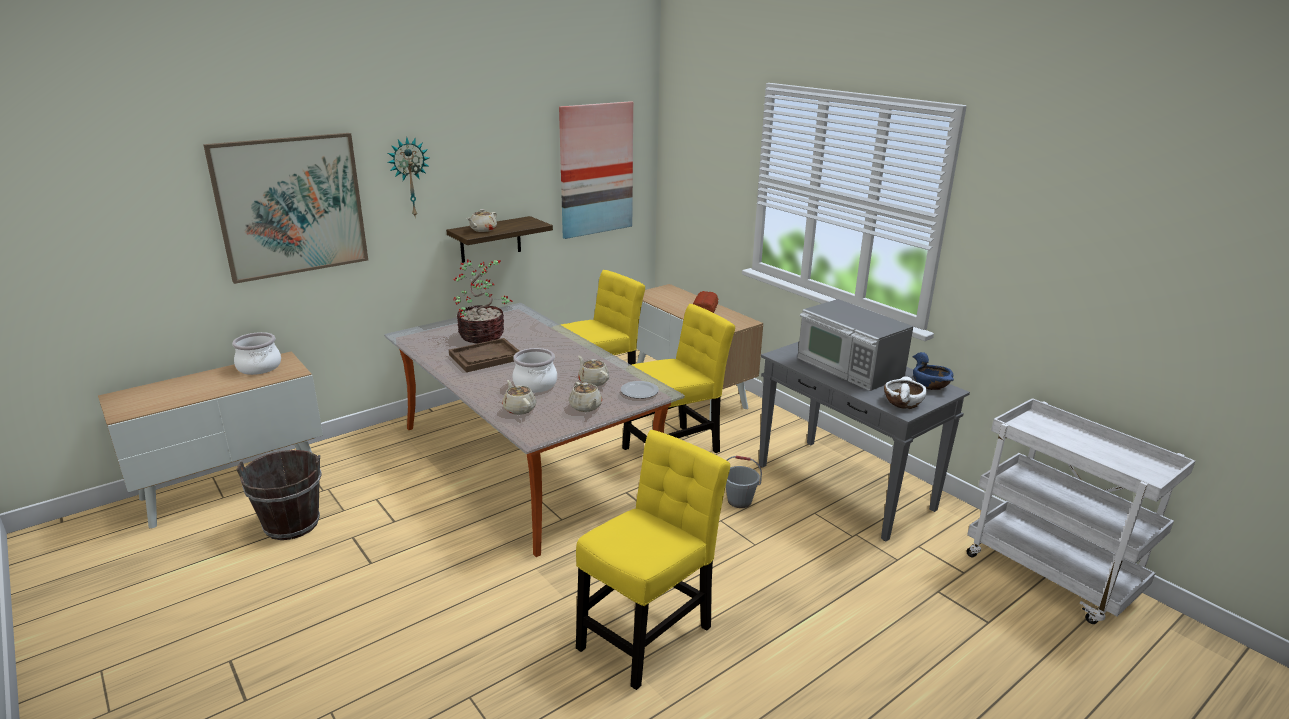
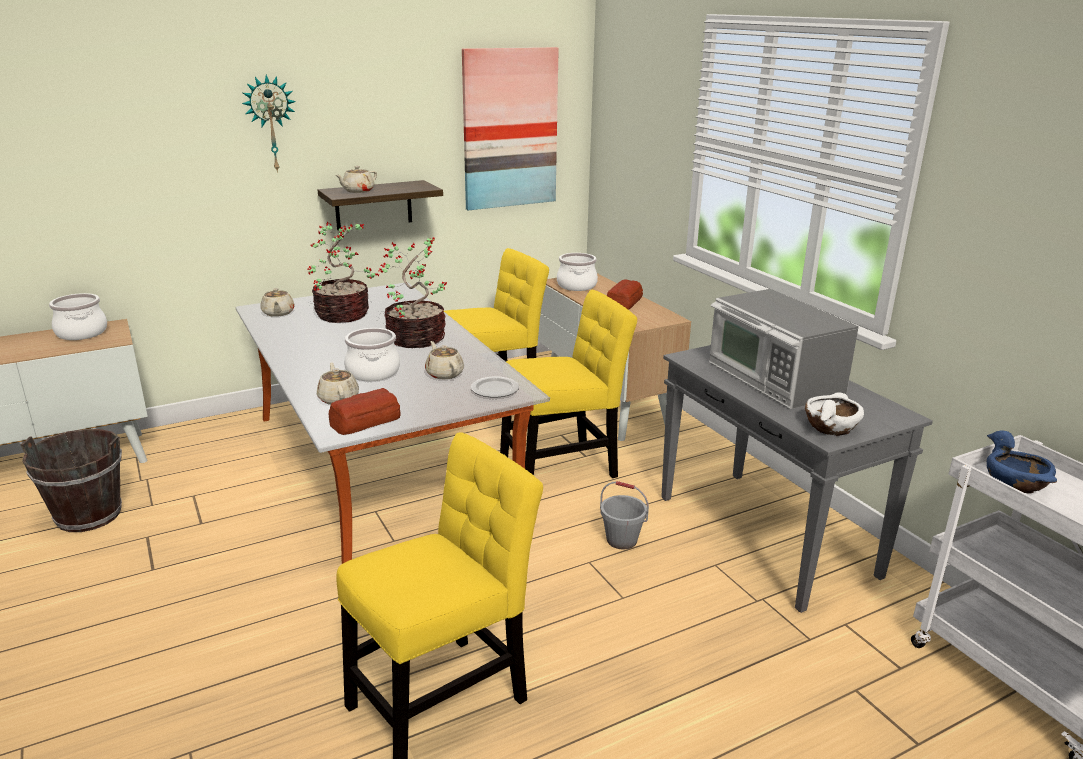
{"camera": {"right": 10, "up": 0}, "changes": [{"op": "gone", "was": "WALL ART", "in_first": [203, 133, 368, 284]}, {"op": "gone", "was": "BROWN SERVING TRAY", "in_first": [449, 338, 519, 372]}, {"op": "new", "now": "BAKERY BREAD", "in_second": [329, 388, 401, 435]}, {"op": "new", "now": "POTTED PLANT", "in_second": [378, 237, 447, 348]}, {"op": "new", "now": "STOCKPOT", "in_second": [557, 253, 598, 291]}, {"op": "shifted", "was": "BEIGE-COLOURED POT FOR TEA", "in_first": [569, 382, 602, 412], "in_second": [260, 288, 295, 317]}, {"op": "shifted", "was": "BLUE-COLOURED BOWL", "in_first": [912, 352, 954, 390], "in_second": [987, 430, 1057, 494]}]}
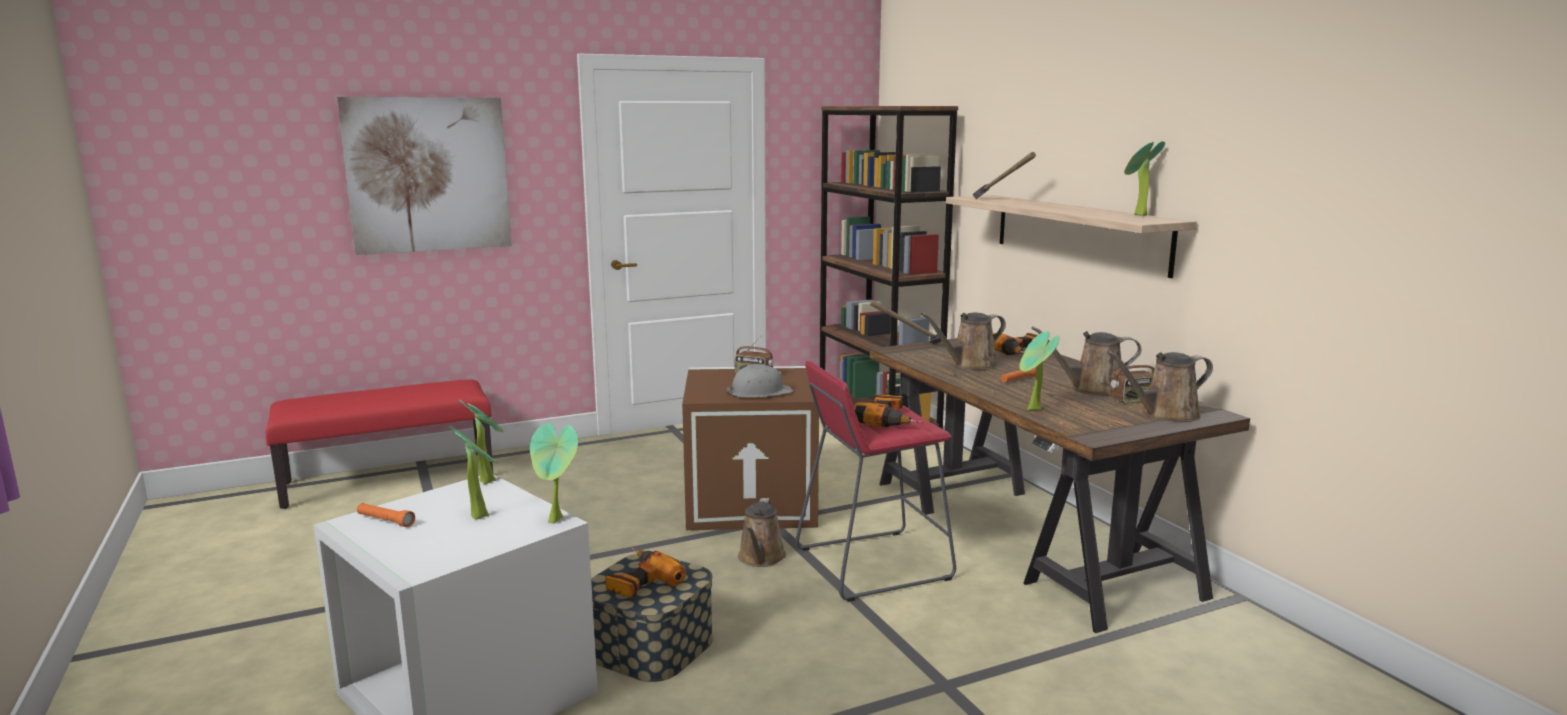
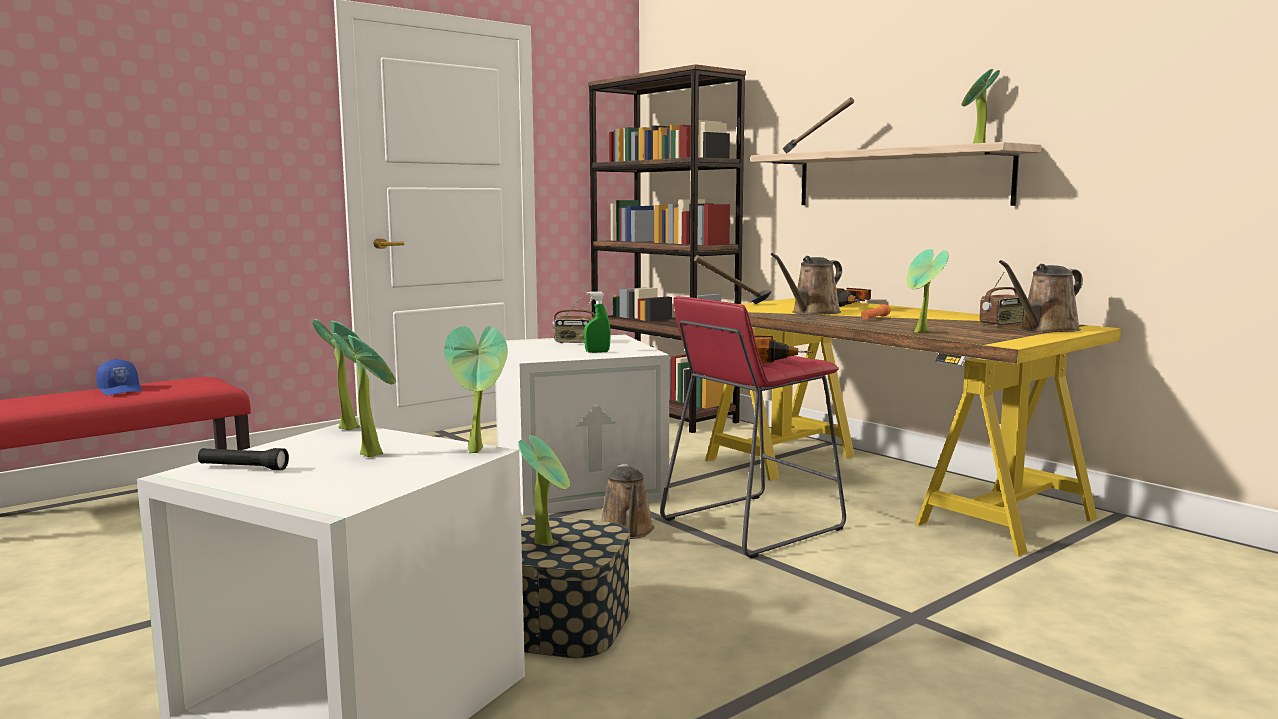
{"camera": {"right": -15, "up": -5}, "changes": [{"op": "gone", "was": "WALL ART", "in_first": [337, 97, 512, 255]}, {"op": "gone", "was": "BROWN SPRINKLING CAN", "in_first": [1031, 326, 1141, 396]}, {"op": "new", "now": "BLUE-COLOURED CAP", "in_second": [96, 359, 142, 395]}, {"op": "swapped", "was": "POWER DRILL", "now": "POTTED PLANT", "in_first": [605, 548, 686, 598], "in_second": [518, 435, 570, 545]}, {"op": "swapped", "was": "GREY SAFETY HELMET", "now": "GREEN HAND SPRAYER", "in_first": [727, 364, 793, 398], "in_second": [584, 292, 611, 353]}, {"op": "repainted", "was": "ORANGE-COLOURED HAND TORCH", "now": "BLACKISH HAND TORCH", "in_first": [357, 503, 415, 527], "in_second": [198, 448, 289, 470]}, {"op": "repainted", "was": "BROWN STORAGE BIN", "now": "WHITE STORAGE BIN", "in_first": [682, 366, 819, 530], "in_second": [495, 335, 669, 516]}, {"op": "repainted", "was": "BROWN DESK TABLE", "now": "YELLOWISH DESK TABLE", "in_first": [869, 338, 1250, 633], "in_second": [705, 298, 1121, 556]}]}
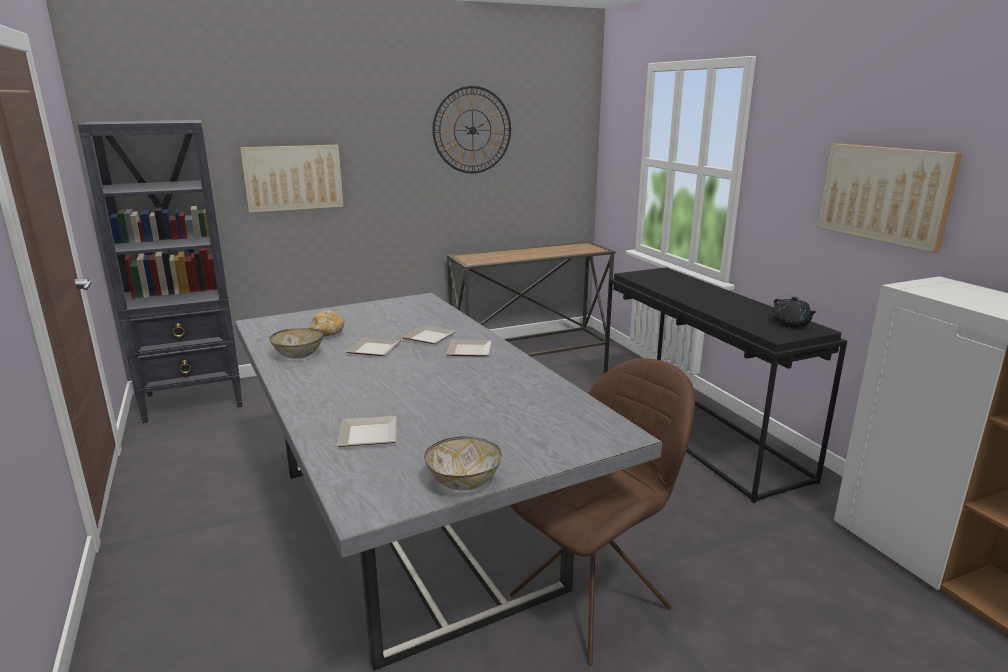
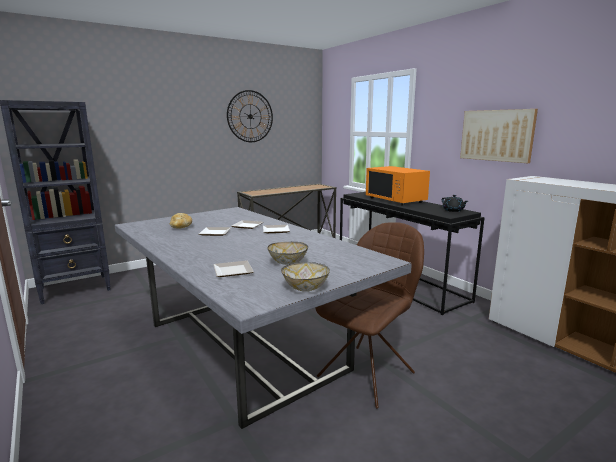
{"camera": {"right": -10, "up": -5}, "changes": [{"op": "gone", "was": "WALL ART", "in_first": [240, 145, 344, 213]}, {"op": "new", "now": "ORANGE-COLOURED KITCHEN MICROWAVE", "in_second": [366, 166, 430, 206]}, {"op": "shifted", "was": "BOWL", "in_first": [269, 328, 324, 359], "in_second": [268, 242, 308, 265]}]}
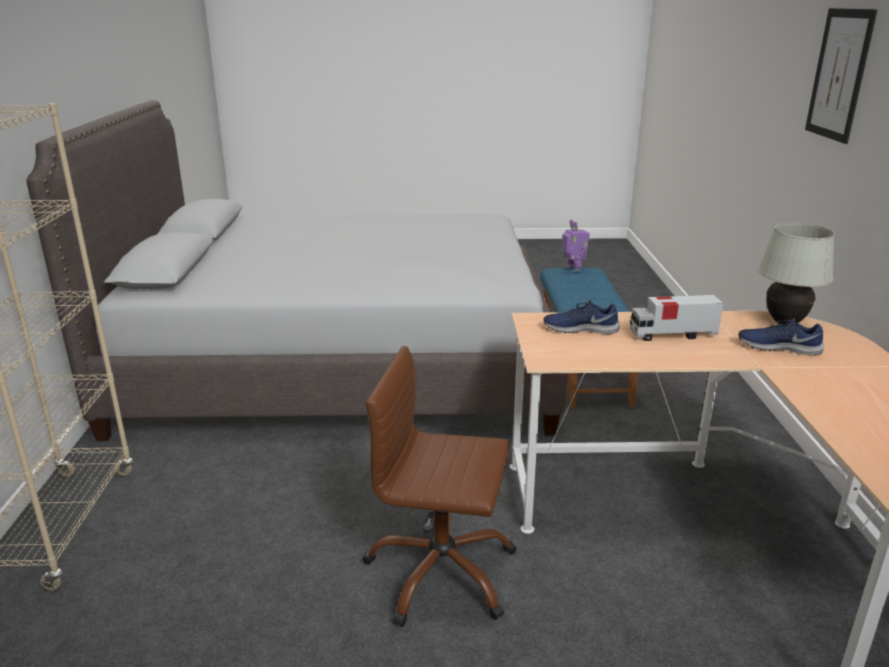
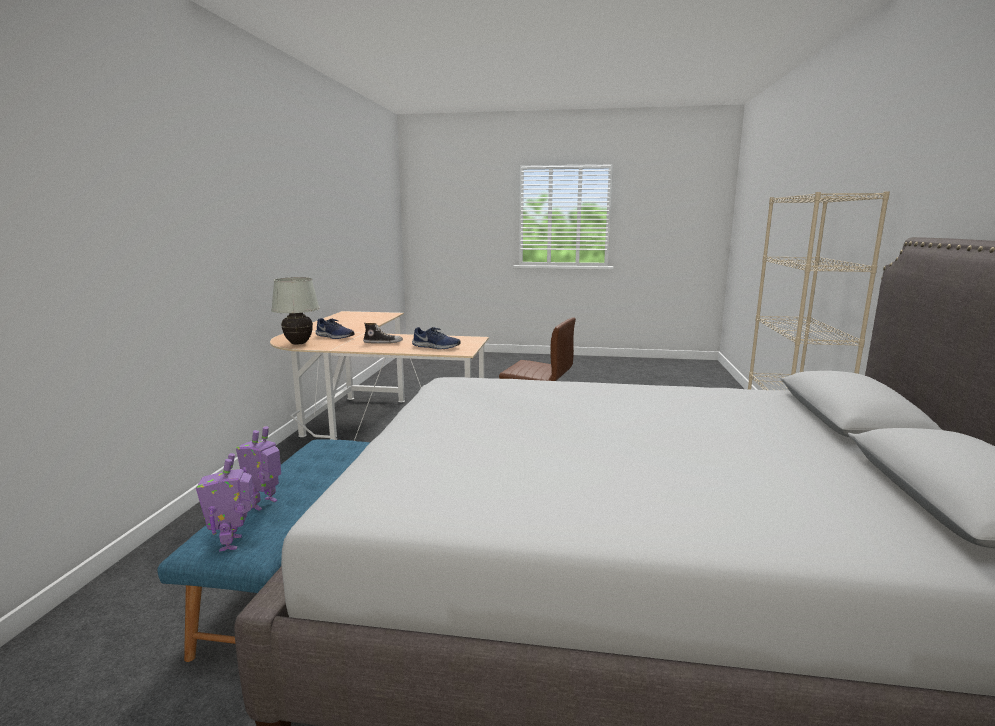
{"camera": {"right": -170, "up": -10}, "changes": [{"op": "gone", "was": "WALL ART", "in_first": [805, 8, 877, 144]}, {"op": "new", "now": "ROBOT FIGURE", "in_second": [236, 426, 281, 511]}, {"op": "swapped", "was": "TOY LORRY", "now": "LOW SHOE", "in_first": [630, 295, 723, 341], "in_second": [363, 323, 403, 344]}]}
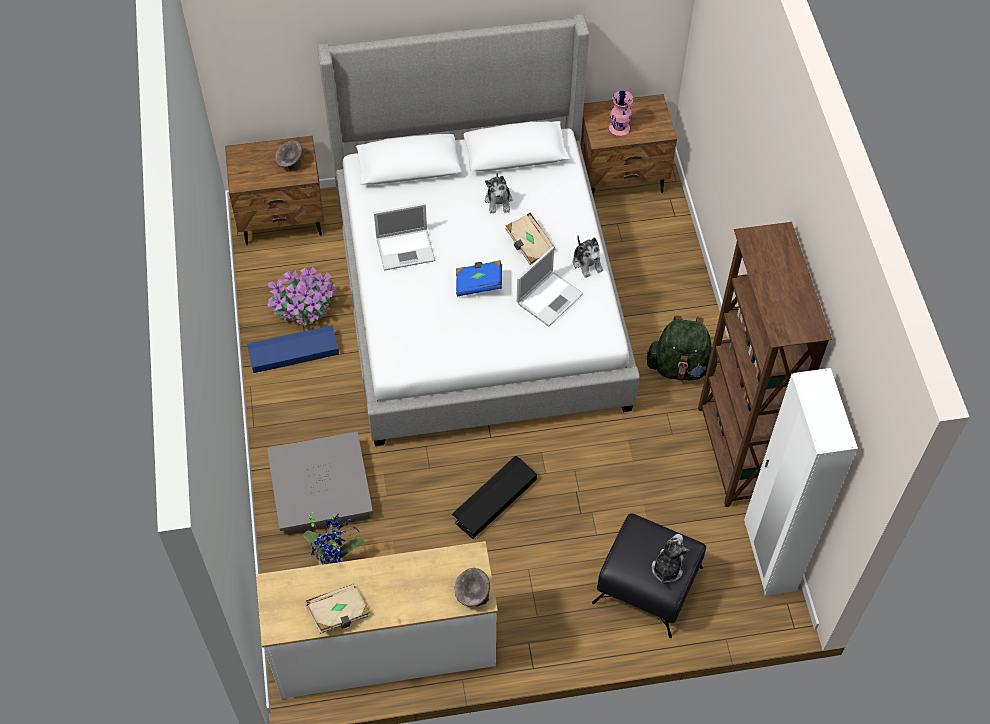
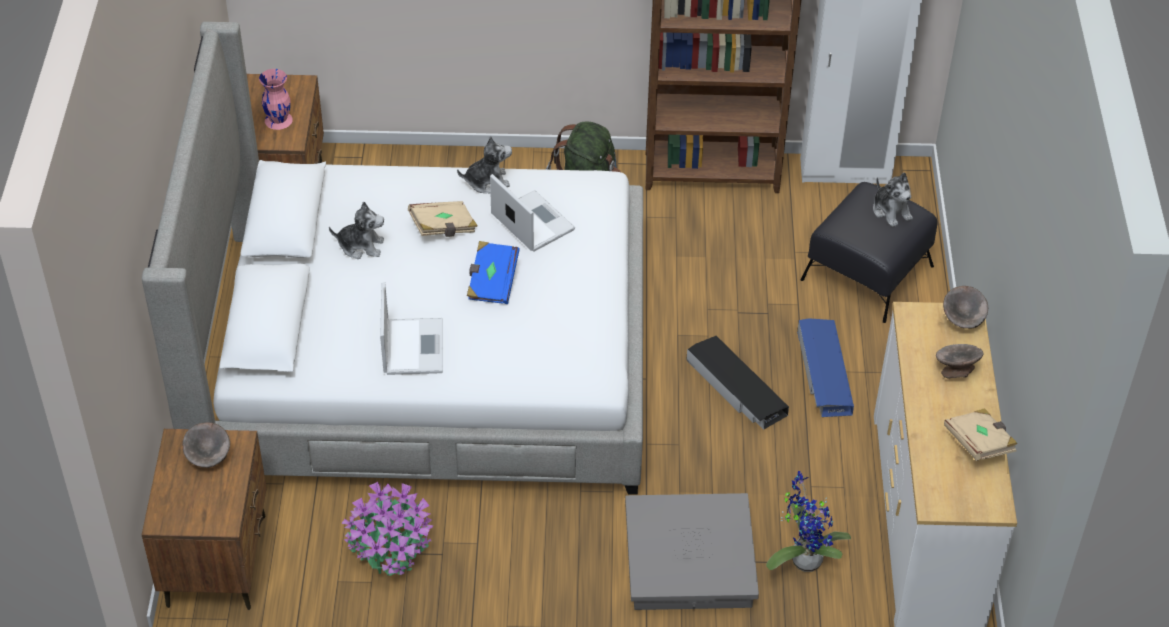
{"camera": {"right": -80, "up": -10}, "changes": [{"op": "new", "now": "GREY BOWL", "in_second": [936, 344, 983, 379]}, {"op": "shifted", "was": "BLUE-COLOURED STORAGE BIN", "in_first": [247, 325, 339, 374], "in_second": [797, 318, 854, 417]}, {"op": "rotated", "was": "CUDDLY TOY", "in_first": [652, 534, 689, 584], "in_second": [873, 172, 913, 227], "clockwise": -150}]}
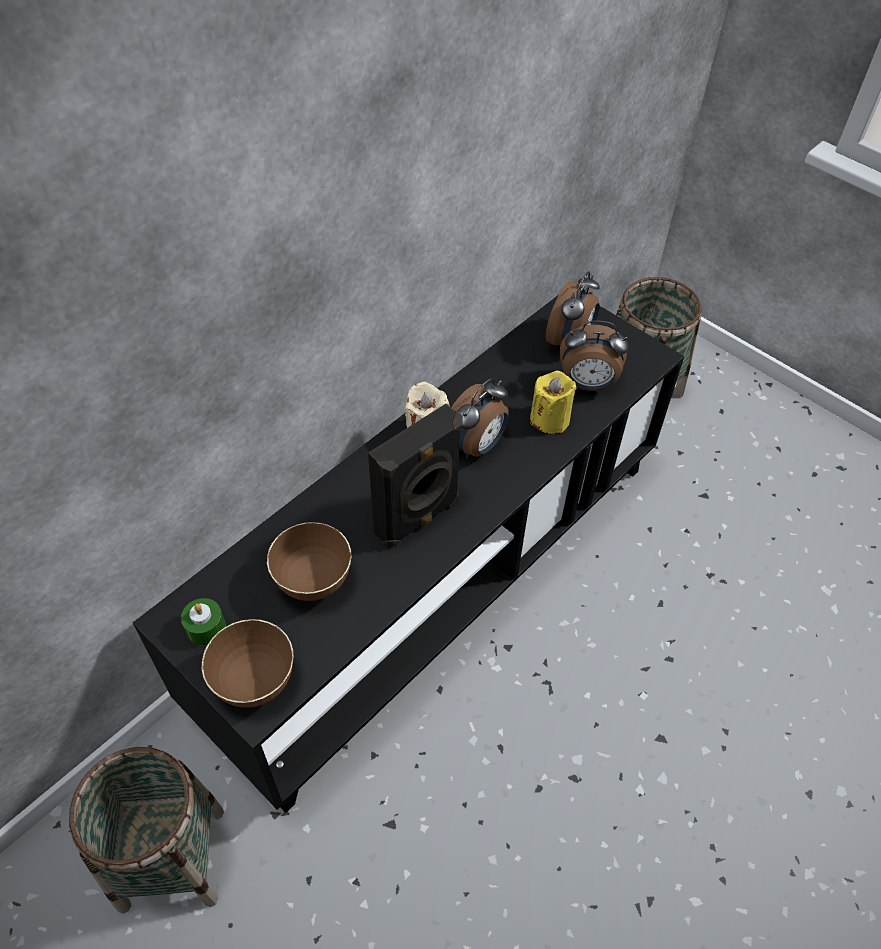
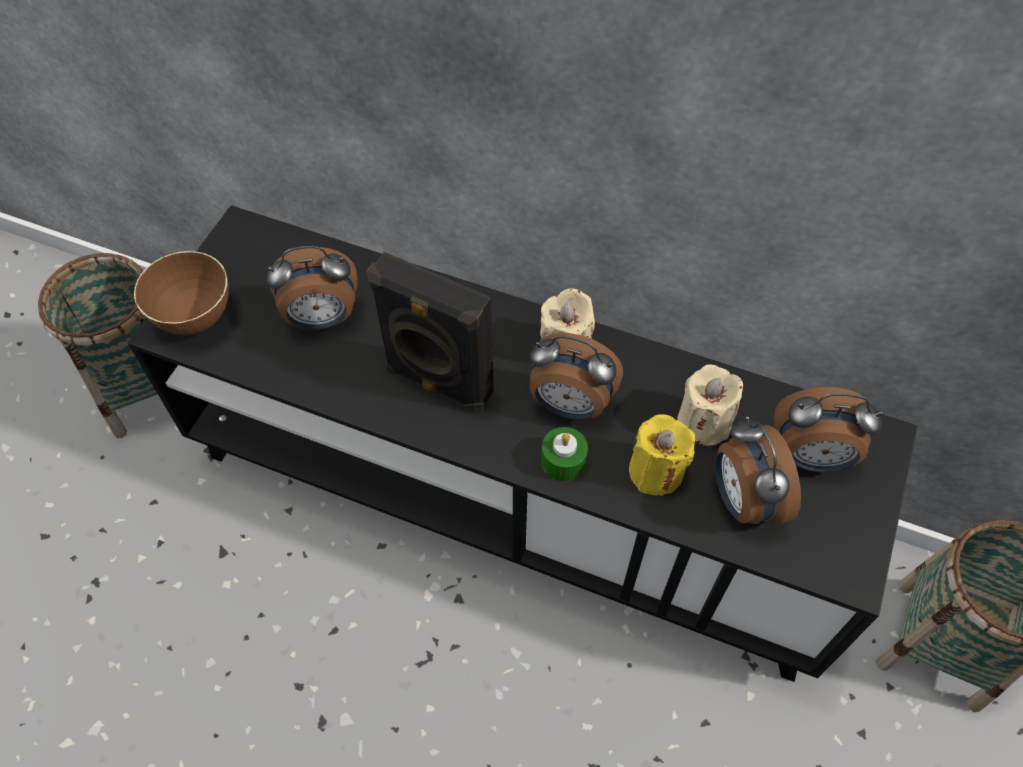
{"camera": {"right": 70, "up": 5}, "changes": [{"op": "new", "now": "BEIGE-COLOURED CANDLE", "in_second": [677, 364, 743, 446]}, {"op": "shifted", "was": "GREEN CANDLE", "in_first": [181, 598, 226, 646], "in_second": [541, 427, 588, 481]}, {"op": "swapped", "was": "BROWN BOWL", "now": "BEDSIDE CLOCK", "in_first": [267, 522, 351, 601], "in_second": [267, 246, 358, 330]}]}
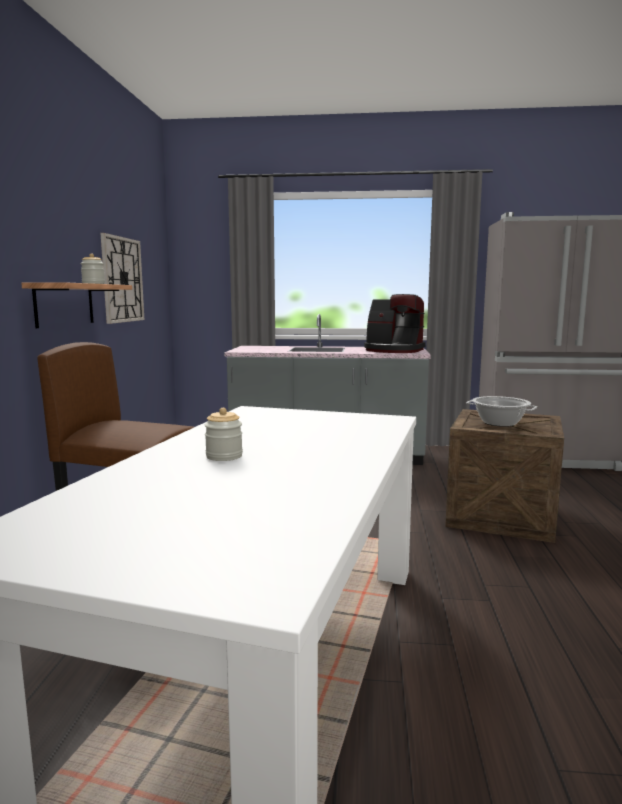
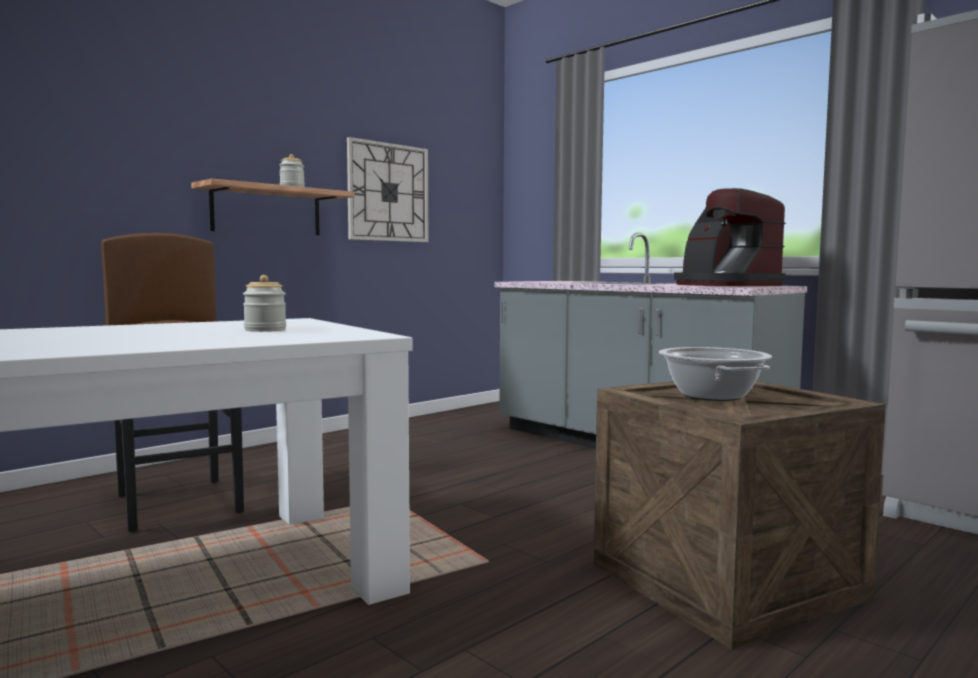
{"camera": {"right": 40, "up": -5}, "changes": [{"op": "shifted", "was": "STORAGE JAR", "in_first": [205, 408, 243, 461], "in_second": [243, 275, 286, 332]}]}
